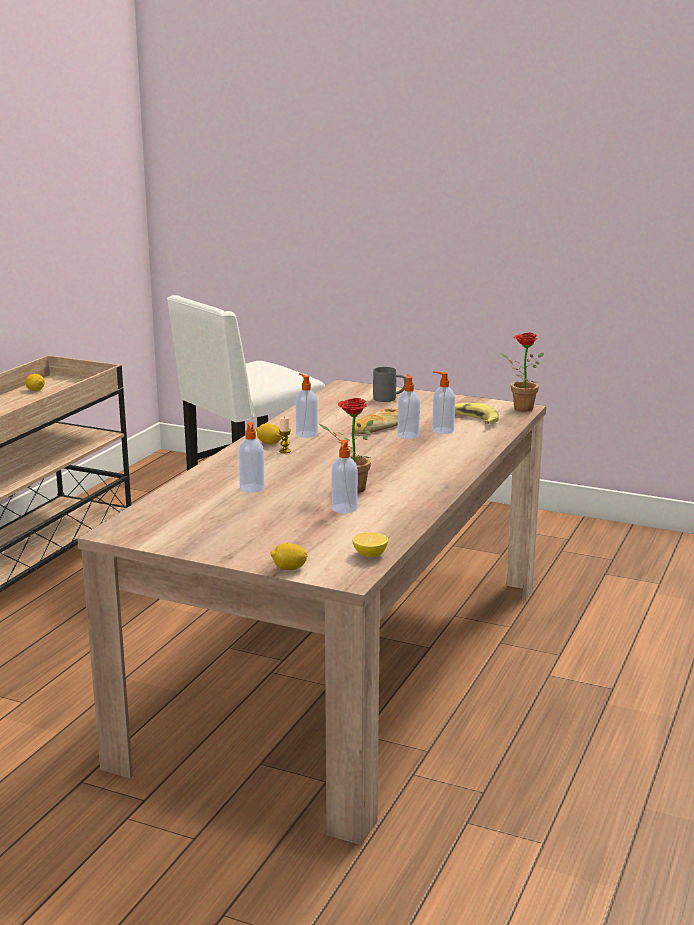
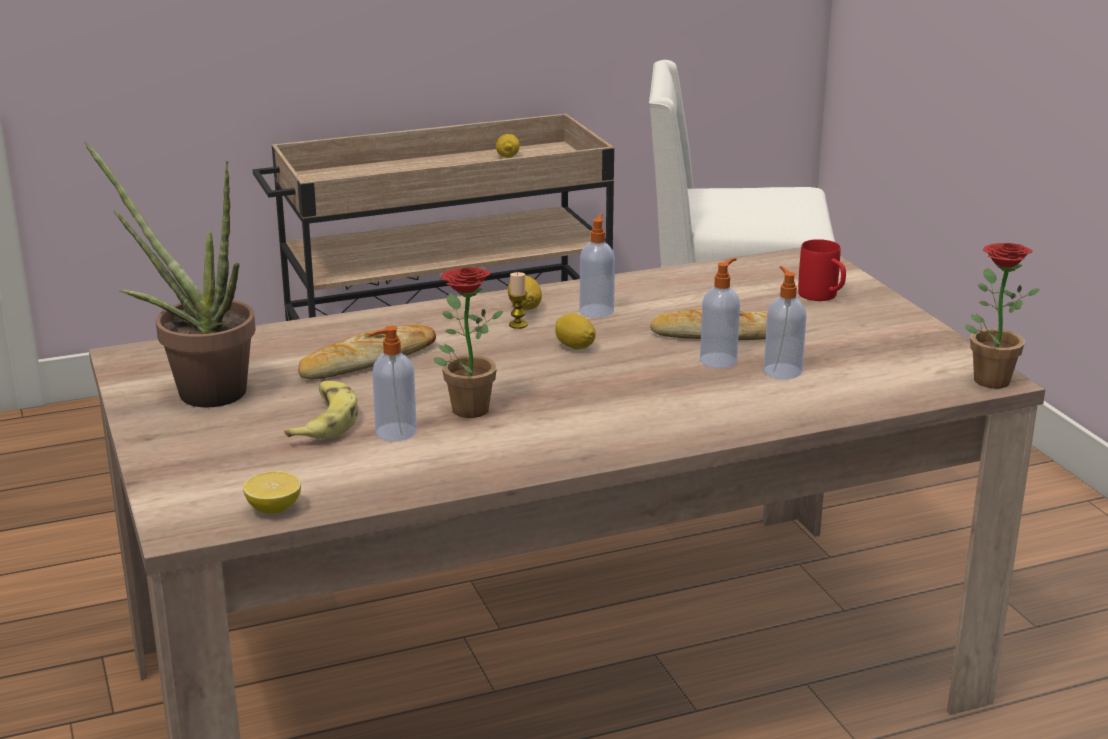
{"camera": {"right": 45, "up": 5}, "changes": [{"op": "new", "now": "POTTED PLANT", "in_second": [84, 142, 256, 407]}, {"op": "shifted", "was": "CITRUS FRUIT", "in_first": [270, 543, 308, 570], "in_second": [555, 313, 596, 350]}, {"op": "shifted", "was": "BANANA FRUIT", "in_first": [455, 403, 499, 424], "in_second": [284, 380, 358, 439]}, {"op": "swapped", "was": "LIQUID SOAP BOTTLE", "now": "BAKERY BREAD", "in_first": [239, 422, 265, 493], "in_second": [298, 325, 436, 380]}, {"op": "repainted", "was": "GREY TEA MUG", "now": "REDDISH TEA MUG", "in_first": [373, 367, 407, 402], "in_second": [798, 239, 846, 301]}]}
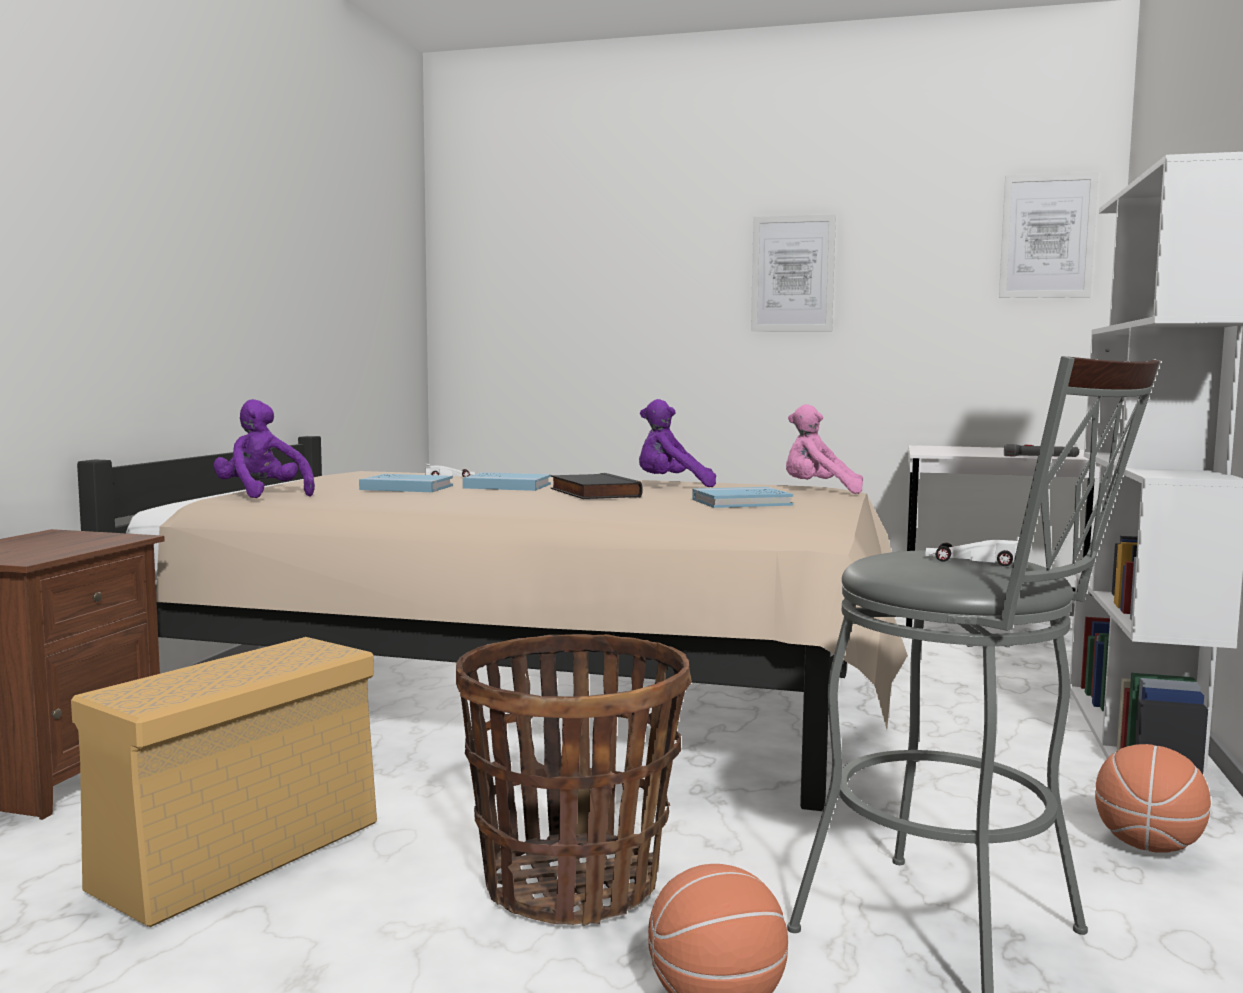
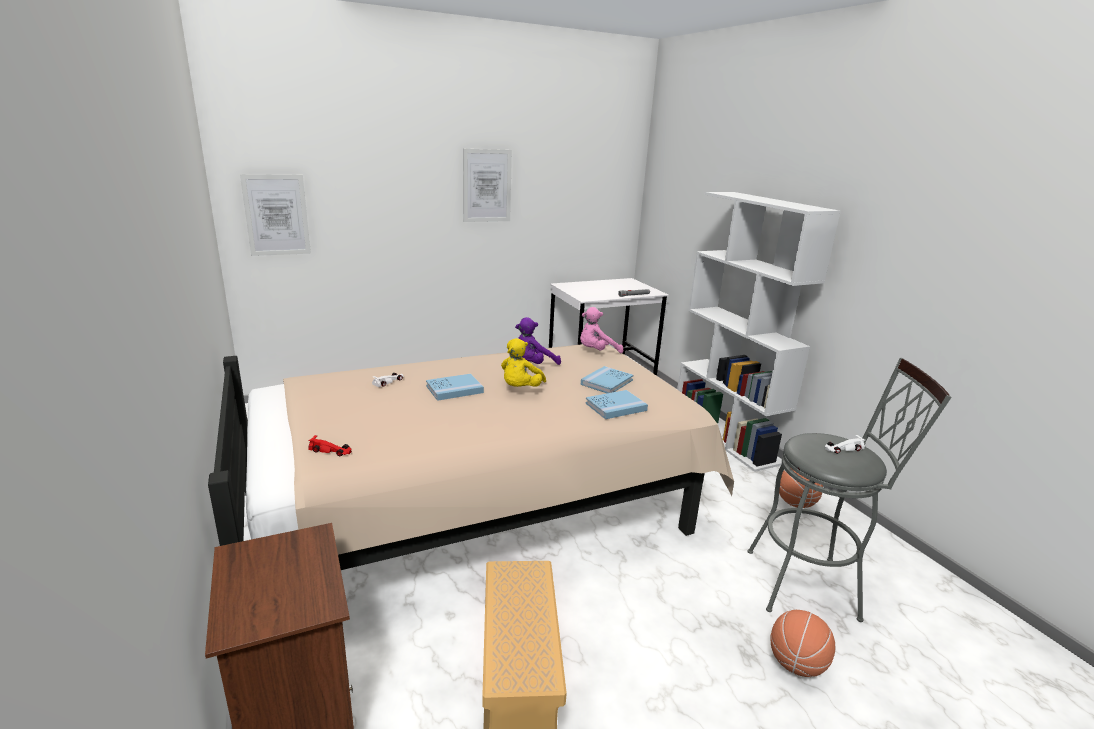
{"camera": {"right": -40, "up": 15}, "changes": [{"op": "gone", "was": "STORAGE BASKET", "in_first": [456, 634, 692, 926]}, {"op": "shifted", "was": "BLUE-COLOURED VOLUME", "in_first": [359, 474, 453, 492], "in_second": [585, 390, 648, 419]}, {"op": "shifted", "was": "WALL ART", "in_first": [999, 172, 1098, 298], "in_second": [240, 174, 311, 256]}, {"op": "swapped", "was": "PURPLISH CUDDLY TOY", "now": "REDDISH MODEL CAR", "in_first": [213, 399, 315, 498], "in_second": [308, 435, 352, 456]}, {"op": "swapped", "was": "BLACKISH VOLUME", "now": "YELLOWISH CUDDLY TOY", "in_first": [551, 473, 643, 499], "in_second": [501, 338, 546, 387]}]}
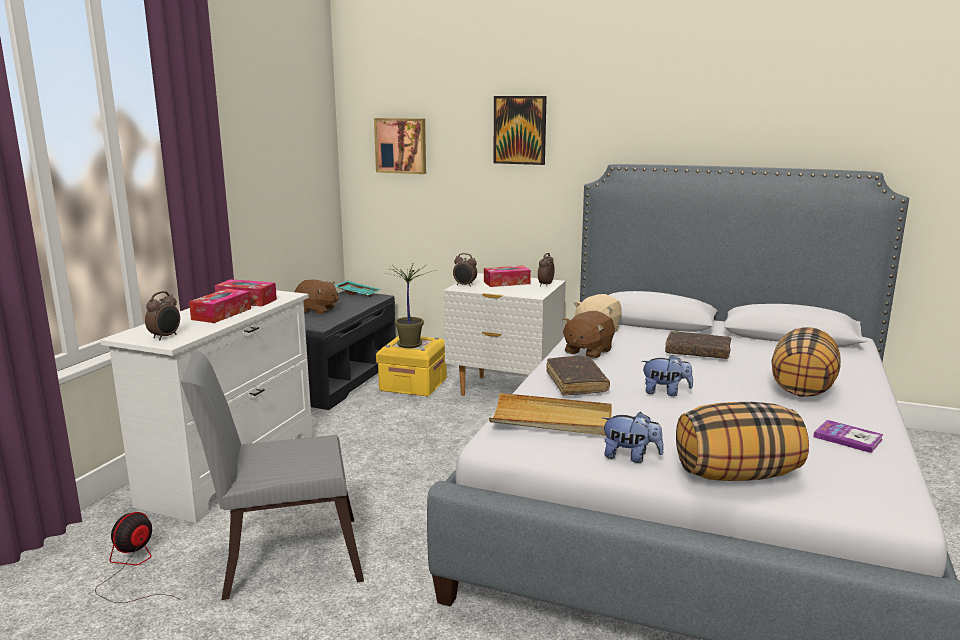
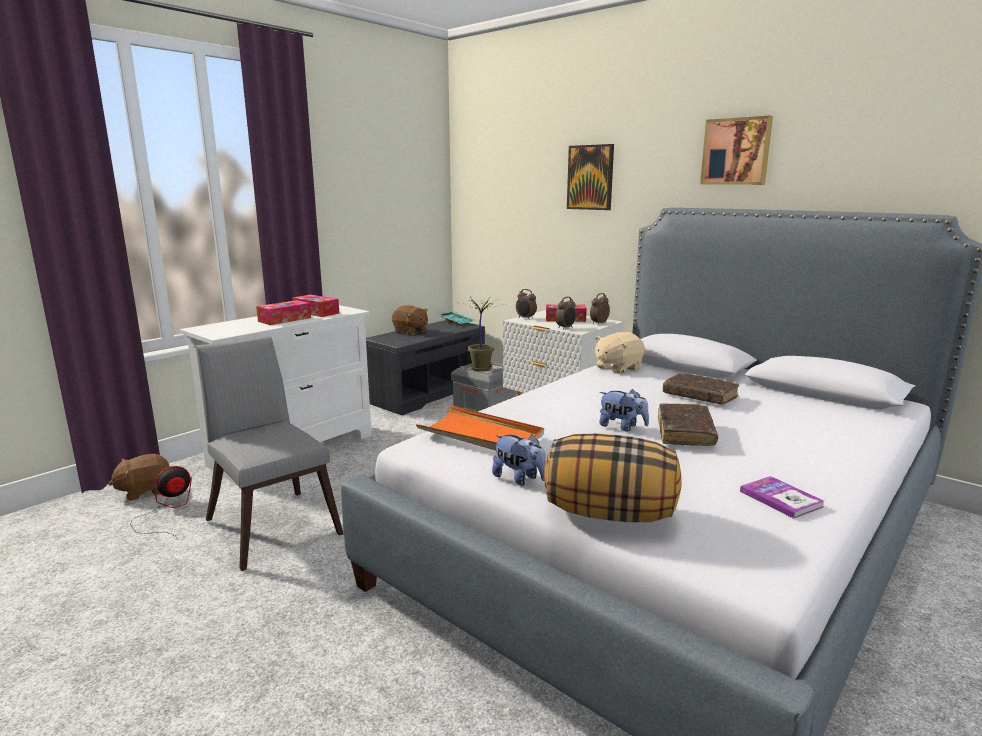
{"camera": {"right": 20, "up": 0}, "changes": [{"op": "gone", "was": "CUSHION", "in_first": [771, 327, 841, 397]}, {"op": "shifted", "was": "BEDSIDE CLOCK", "in_first": [145, 291, 180, 340], "in_second": [555, 297, 576, 330]}, {"op": "shifted", "was": "WALL ART", "in_first": [374, 118, 426, 174], "in_second": [700, 115, 773, 185]}, {"op": "shifted", "was": "BROWN VOLUME", "in_first": [546, 356, 610, 396], "in_second": [658, 403, 718, 446]}, {"op": "shifted", "was": "BROWN CUDDLY TOY", "in_first": [562, 311, 615, 359], "in_second": [108, 454, 170, 501]}, {"op": "repainted", "was": "YELLOWISH STORAGE BIN", "now": "GREY STORAGE BIN", "in_first": [376, 336, 447, 396], "in_second": [451, 362, 517, 412]}, {"op": "repainted", "was": "BEIGE-COLOURED SERVING TRAY", "now": "ORANGE-COLOURED SERVING TRAY", "in_first": [489, 393, 612, 436], "in_second": [416, 405, 544, 451]}, {"op": "rotated", "was": "GREY UPRIGHT CHAIR", "in_first": [181, 351, 364, 600], "in_second": [196, 335, 344, 571], "clockwise": 45}]}
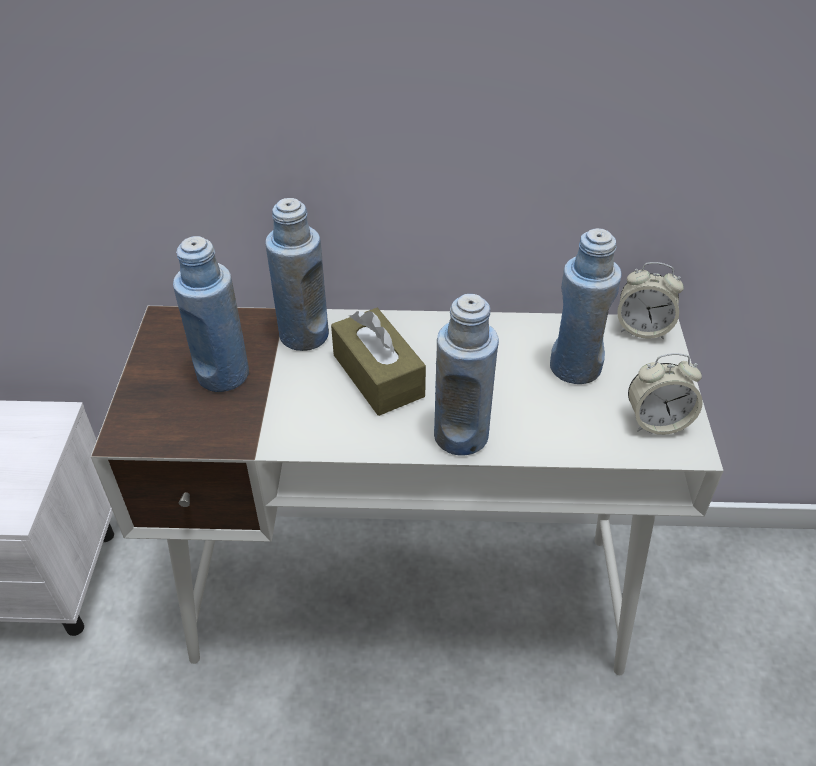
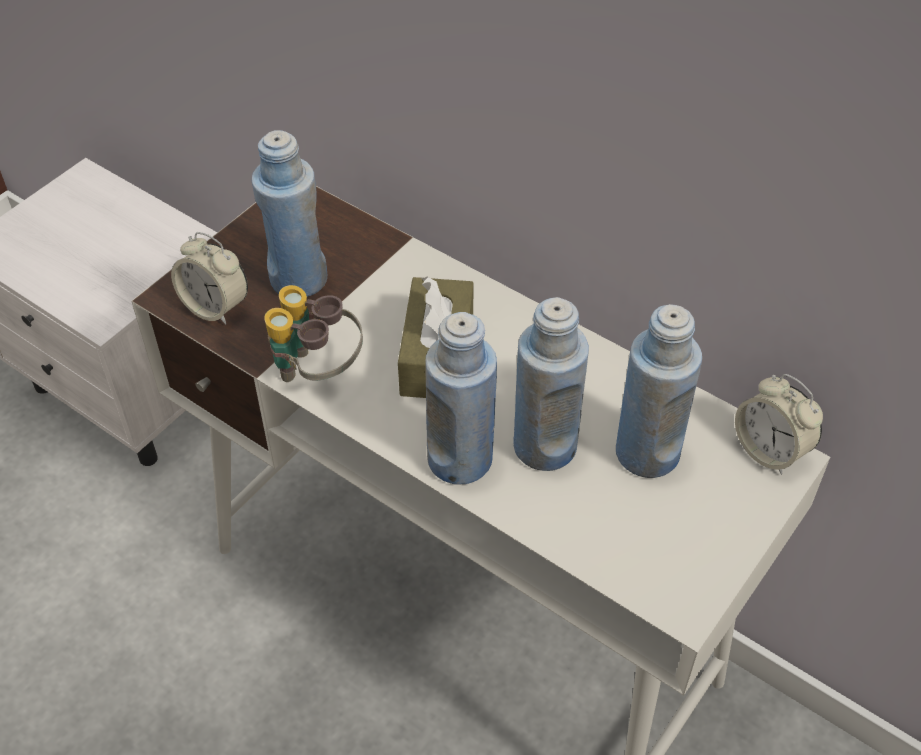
{"camera": {"right": 35, "up": 5}, "changes": [{"op": "new", "now": "BINOCULARS", "in_second": [264, 285, 363, 382]}, {"op": "shifted", "was": "BLUE-COLOURED BEVERAGE BOTTLE", "in_first": [265, 198, 329, 351], "in_second": [513, 297, 589, 471]}, {"op": "shifted", "was": "BEDSIDE CLOCK", "in_first": [628, 353, 703, 435], "in_second": [171, 232, 248, 325]}]}
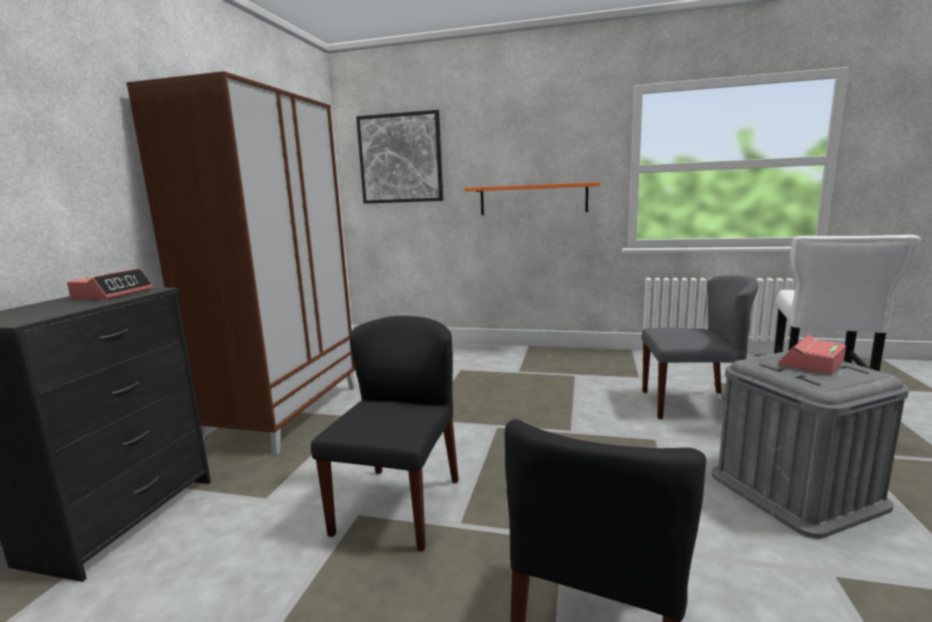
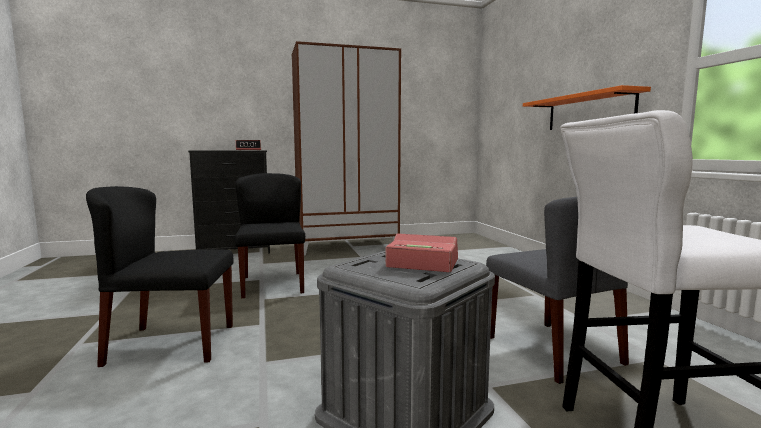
{"camera": {"right": 60, "up": -5}, "changes": [{"op": "gone", "was": "WALL ART", "in_first": [356, 110, 443, 204]}, {"op": "rotated", "was": "BLACKISH UPRIGHT CHAIR", "in_first": [311, 316, 459, 551], "in_second": [235, 173, 305, 298], "clockwise": -90}]}
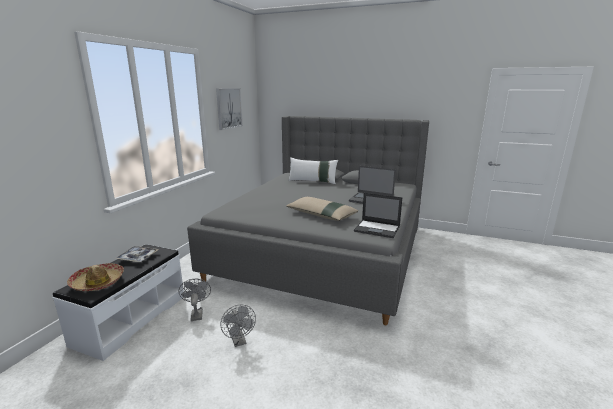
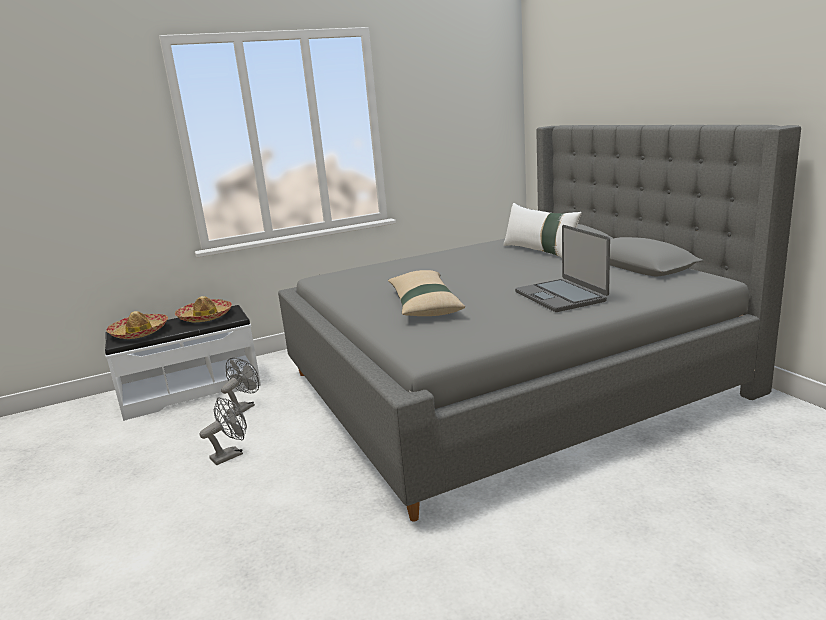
{"camera": {"right": 45, "up": 0}, "changes": [{"op": "gone", "was": "WALL ART", "in_first": [216, 88, 243, 130]}, {"op": "gone", "was": "LAPTOP", "in_first": [354, 193, 403, 238]}, {"op": "swapped", "was": "SERVING TRAY", "now": "HAT", "in_first": [114, 246, 159, 262], "in_second": [175, 296, 232, 322]}, {"op": "rotated", "was": "GREY COOLING FAN", "in_first": [221, 305, 256, 347], "in_second": [199, 397, 247, 465], "clockwise": -150}]}
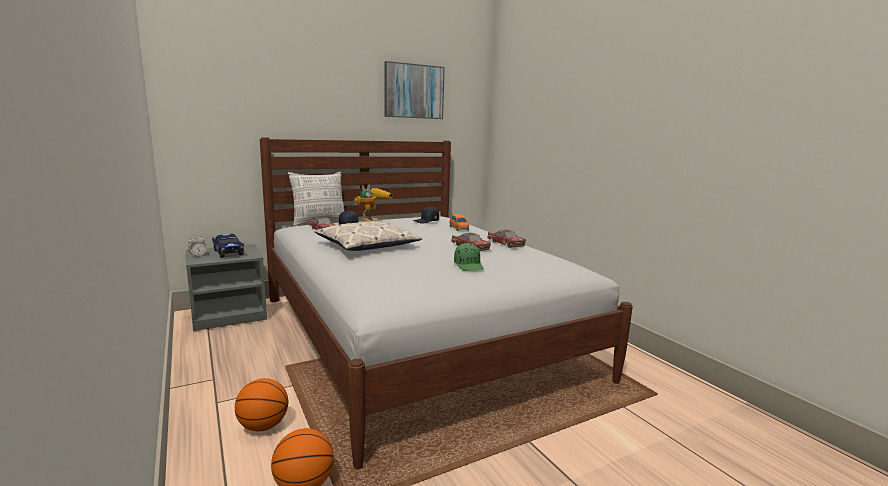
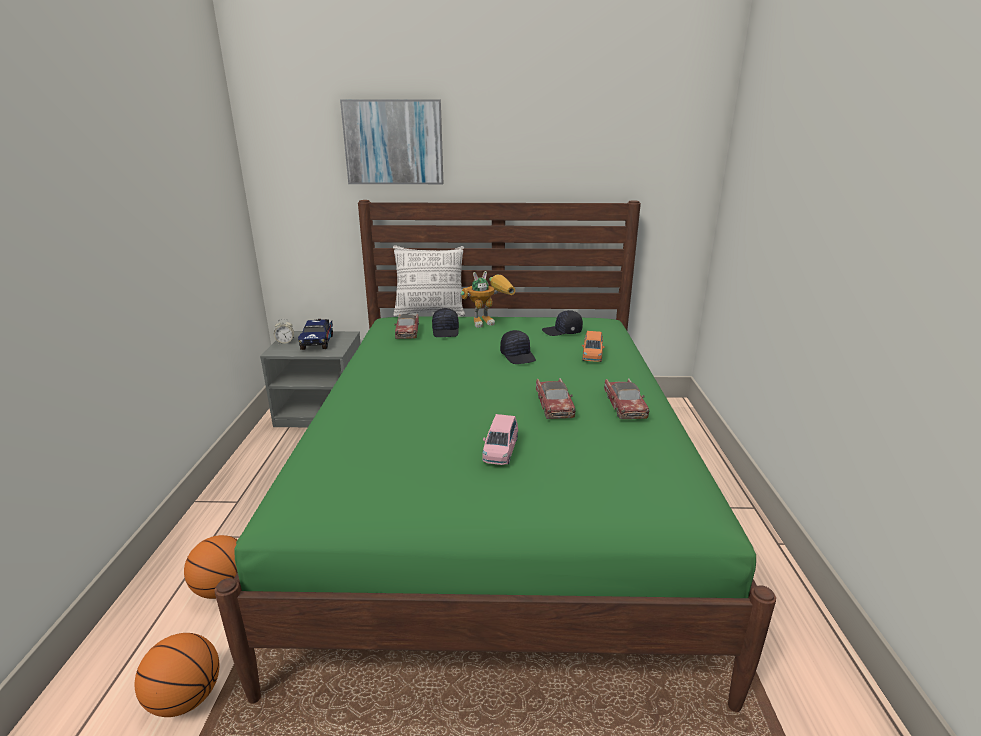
{"camera": {"right": 30, "up": 10}, "changes": [{"op": "gone", "was": "CUSHION", "in_first": [314, 221, 422, 251]}, {"op": "new", "now": "BLACKISH CAP", "in_second": [500, 330, 536, 364]}, {"op": "shifted", "was": "WALL ART", "in_first": [384, 61, 445, 119], "in_second": [340, 100, 443, 184]}, {"op": "swapped", "was": "GREEN CAP", "now": "PINK-COLOURED MODEL CAR", "in_first": [454, 243, 484, 271], "in_second": [482, 414, 518, 465]}, {"op": "repainted", "was": "WHITE BEDROOM BED", "now": "GREEN BEDROOM BED", "in_first": [260, 137, 633, 469], "in_second": [215, 200, 776, 712]}]}
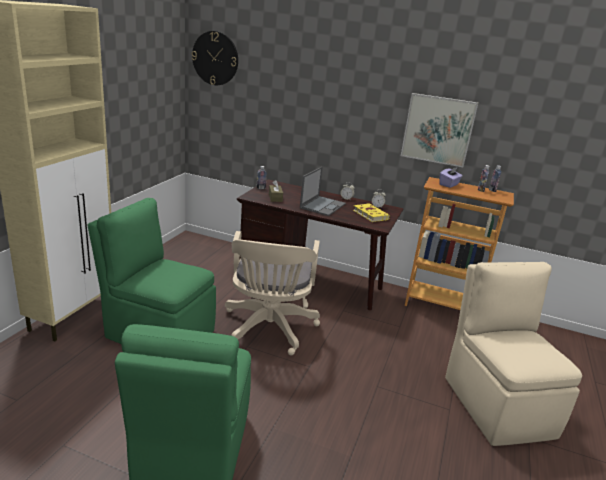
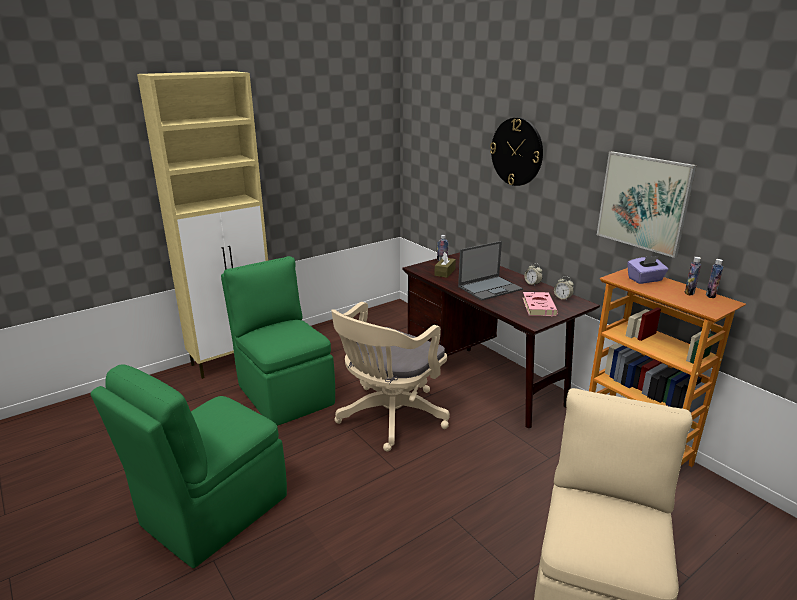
{"camera": {"right": 35, "up": 0}, "changes": [{"op": "shifted", "was": "WALL CLOCK", "in_first": [192, 31, 238, 85], "in_second": [490, 117, 543, 186]}, {"op": "repainted", "was": "YELLOWISH VOLUME", "now": "PINK-COLOURED VOLUME", "in_first": [353, 203, 390, 222], "in_second": [523, 292, 558, 316]}]}
